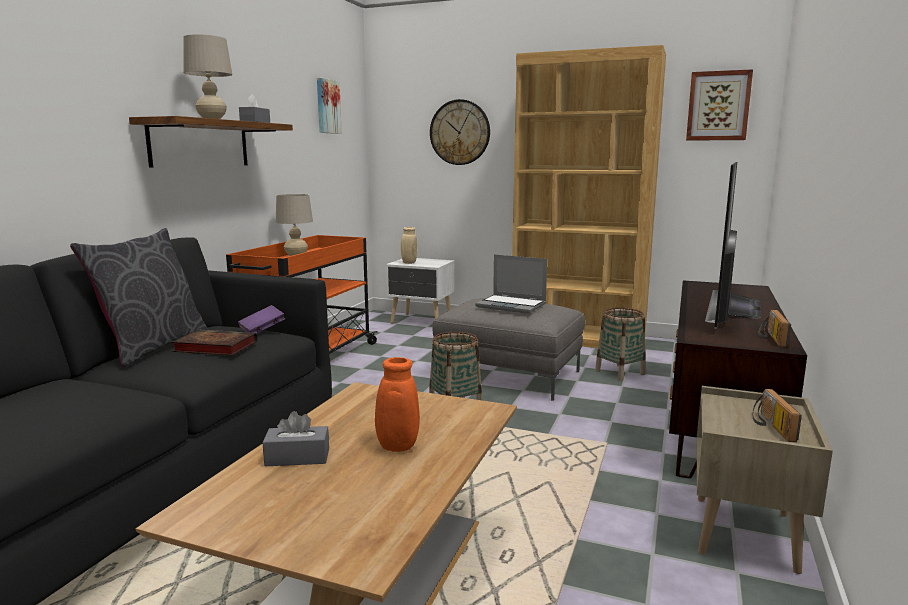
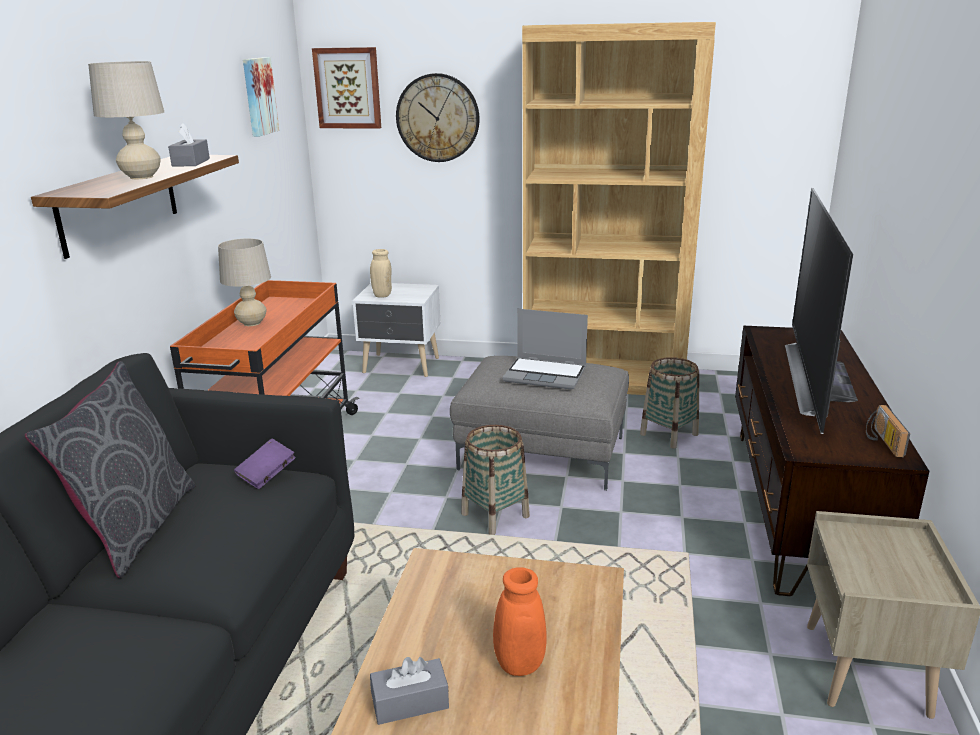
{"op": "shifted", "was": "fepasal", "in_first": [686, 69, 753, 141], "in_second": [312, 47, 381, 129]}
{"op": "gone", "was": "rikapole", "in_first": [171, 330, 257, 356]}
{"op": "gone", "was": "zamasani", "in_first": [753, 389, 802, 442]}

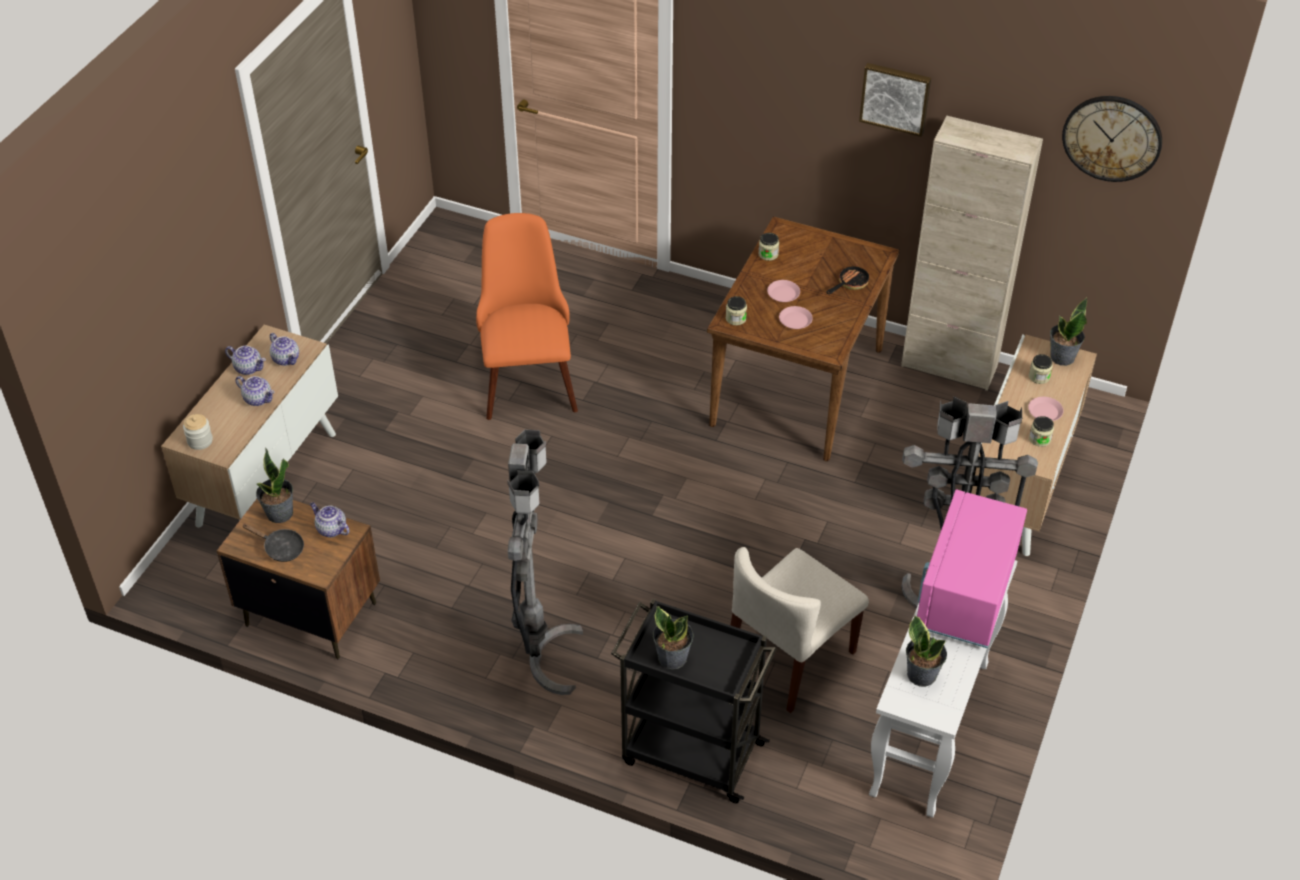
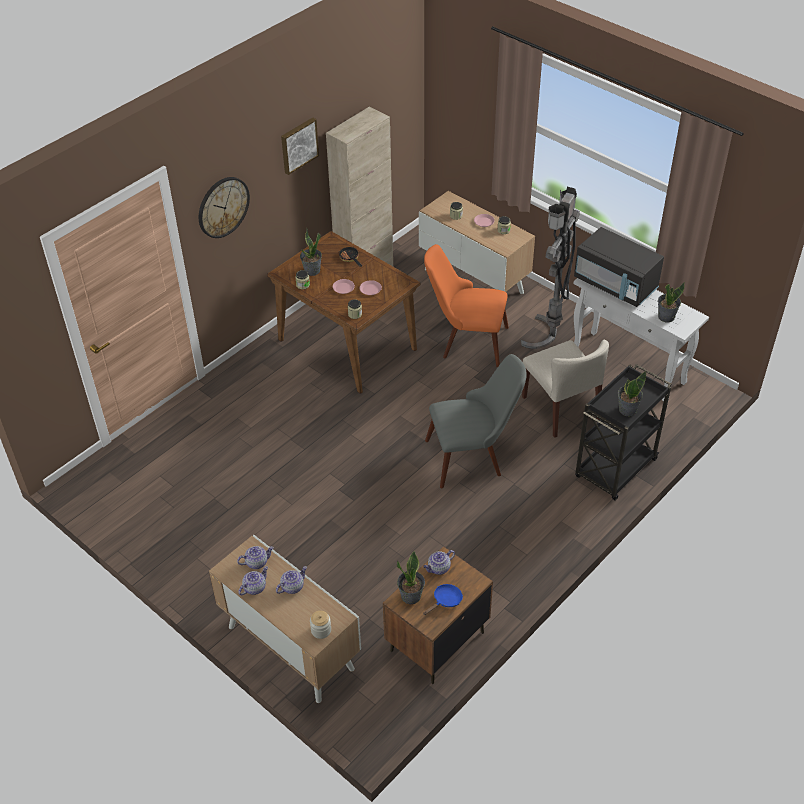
{"op": "shifted", "was": "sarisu", "in_first": [1062, 96, 1162, 182], "in_second": [199, 177, 250, 238]}
{"op": "shifted", "was": "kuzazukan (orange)", "in_first": [476, 213, 578, 420], "in_second": [424, 244, 509, 367]}
{"op": "shifted", "was": "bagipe", "in_first": [1050, 298, 1087, 366], "in_second": [300, 229, 322, 276]}
{"op": "gone", "was": "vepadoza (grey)", "in_first": [507, 430, 583, 695]}
{"op": "repainted", "was": "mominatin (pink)", "now": "mominatin (black)", "in_first": [917, 489, 1027, 648], "in_second": [574, 227, 664, 307]}
{"op": "repainted", "was": "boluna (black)", "now": "boluna (blue)", "in_first": [242, 524, 304, 562], "in_second": [423, 584, 463, 615]}
{"op": "new", "now": "kuzazukan (grey)", "in_second": [425, 354, 527, 488]}

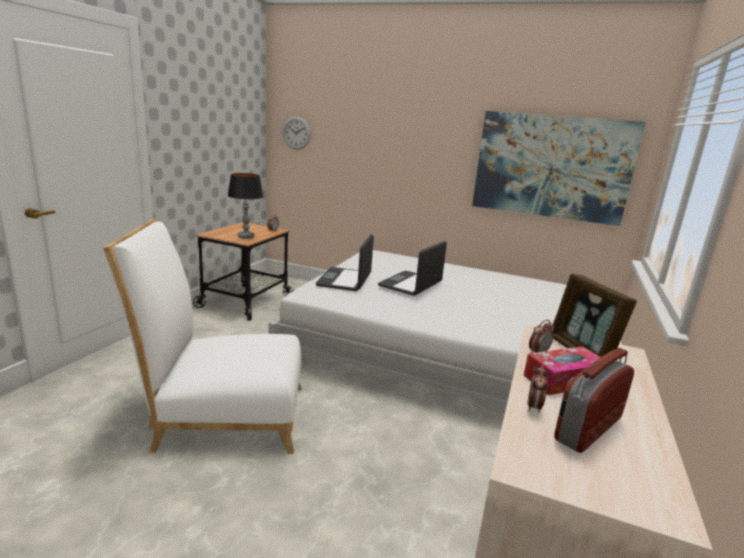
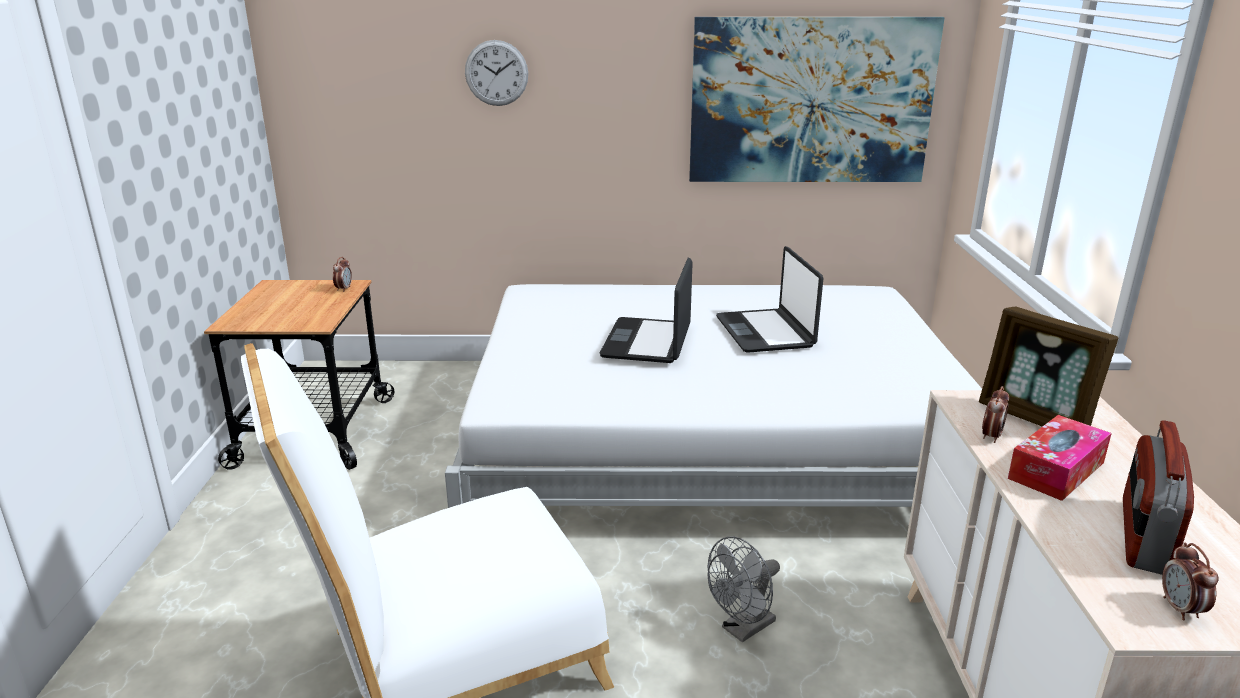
{"op": "shifted", "was": "sarisu", "in_first": [283, 116, 311, 150], "in_second": [465, 40, 528, 106]}
{"op": "gone", "was": "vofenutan", "in_first": [228, 173, 263, 239]}
{"op": "shifted", "was": "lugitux", "in_first": [316, 234, 374, 291], "in_second": [716, 246, 823, 353]}
{"op": "shifted", "was": "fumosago", "in_first": [527, 365, 548, 413], "in_second": [1162, 543, 1219, 620]}
{"op": "new", "now": "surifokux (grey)", "in_second": [707, 536, 780, 643]}

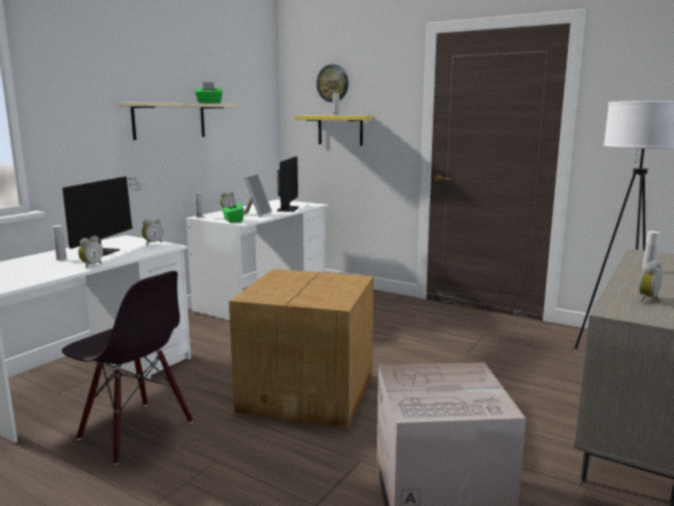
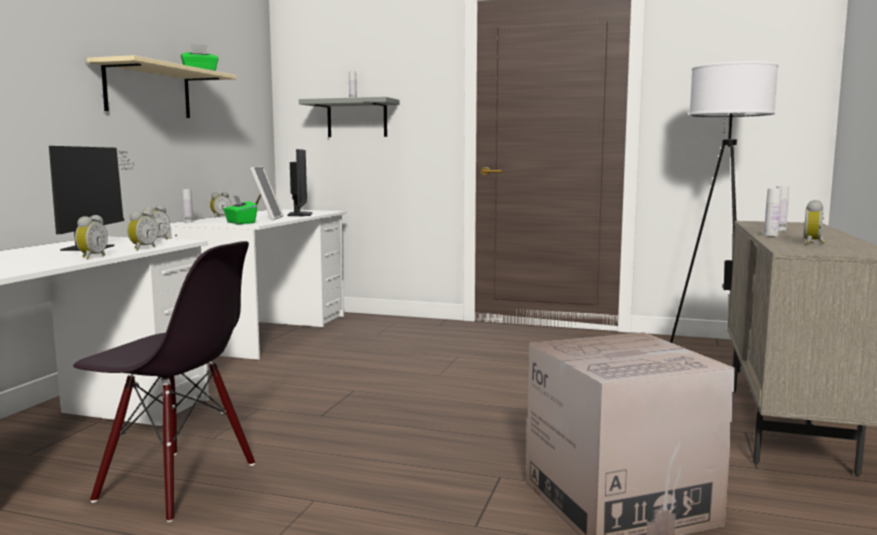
{"op": "gone", "was": "sarisu", "in_first": [316, 64, 349, 102]}
{"op": "repainted", "was": "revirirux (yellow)", "now": "revirirux (grey)", "in_first": [294, 116, 372, 146], "in_second": [299, 97, 399, 137]}
{"op": "shifted", "was": "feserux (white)", "in_first": [53, 225, 67, 261], "in_second": [764, 188, 781, 236]}
{"op": "gone", "was": "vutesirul", "in_first": [229, 269, 374, 428]}
{"op": "new", "now": "fumosago", "in_second": [127, 210, 158, 250]}

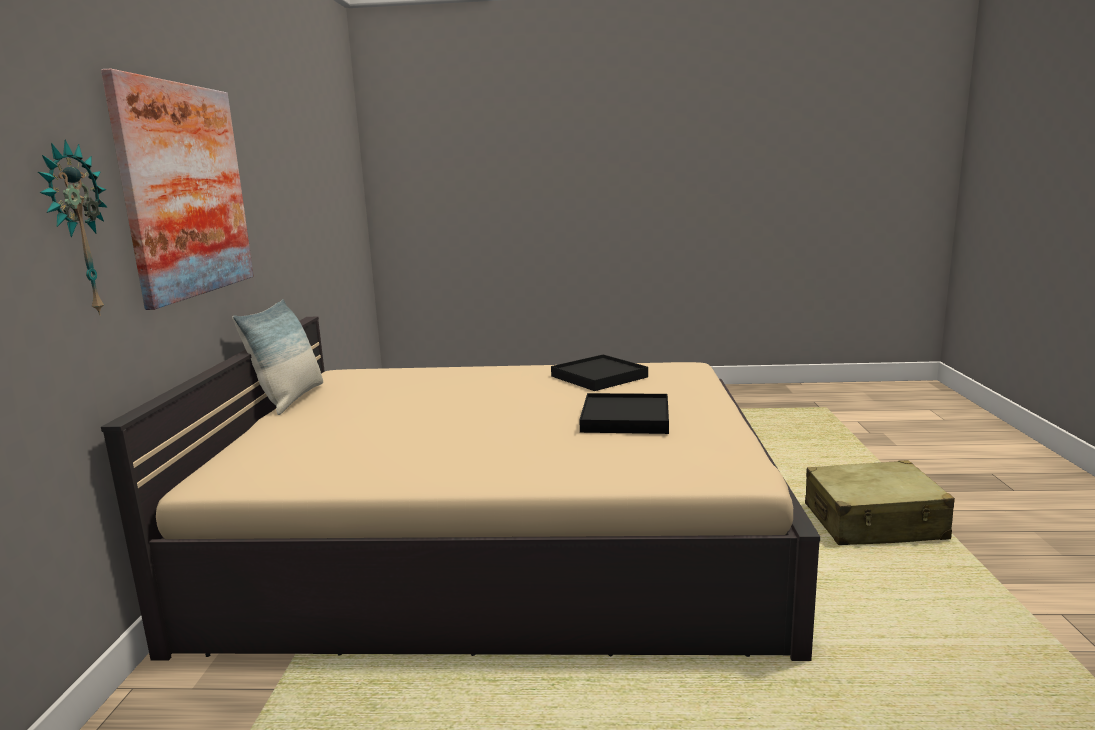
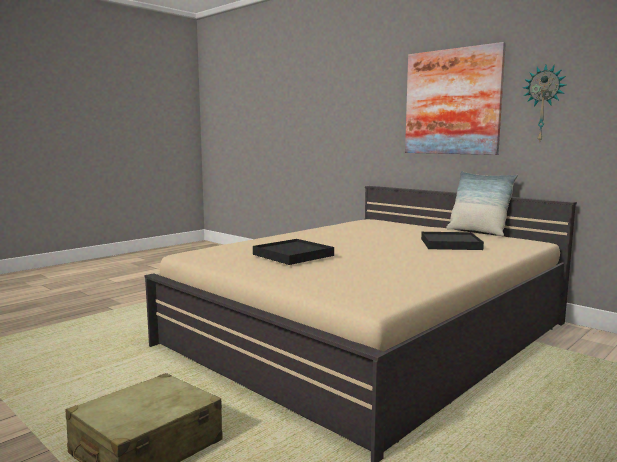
{"op": "shifted", "was": "sarisu", "in_first": [38, 140, 108, 316], "in_second": [523, 65, 566, 143]}
{"op": "shifted", "was": "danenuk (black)", "in_first": [551, 354, 648, 391], "in_second": [421, 232, 484, 250]}

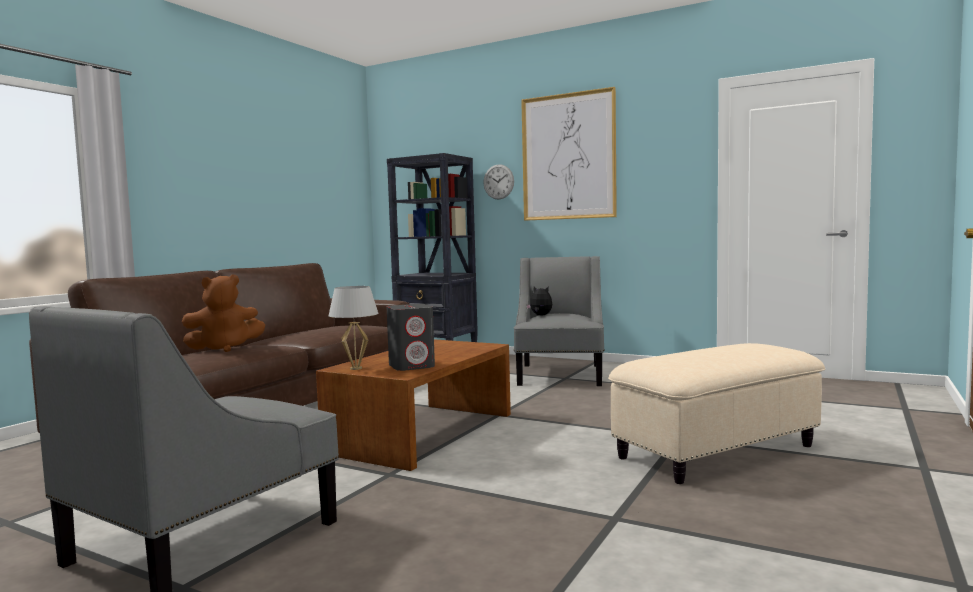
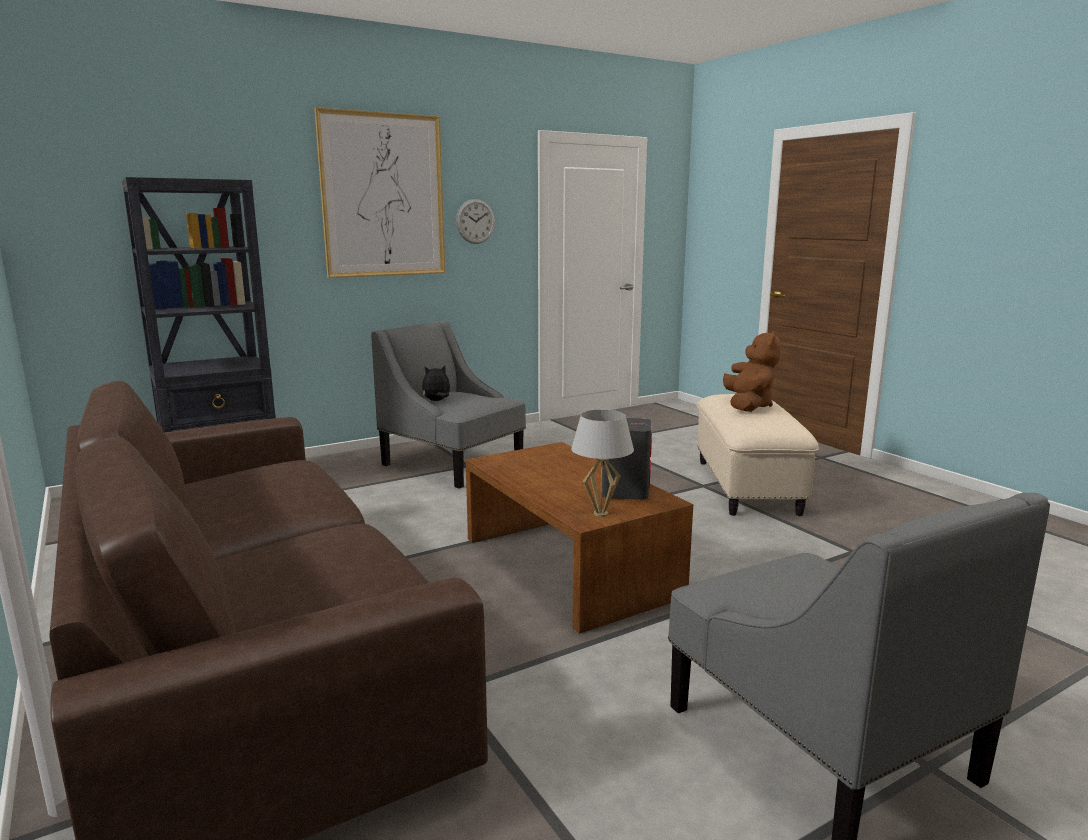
{"op": "shifted", "was": "sarisu", "in_first": [483, 164, 514, 199], "in_second": [456, 199, 495, 244]}
{"op": "shifted", "was": "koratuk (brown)", "in_first": [182, 274, 265, 352], "in_second": [723, 330, 781, 412]}

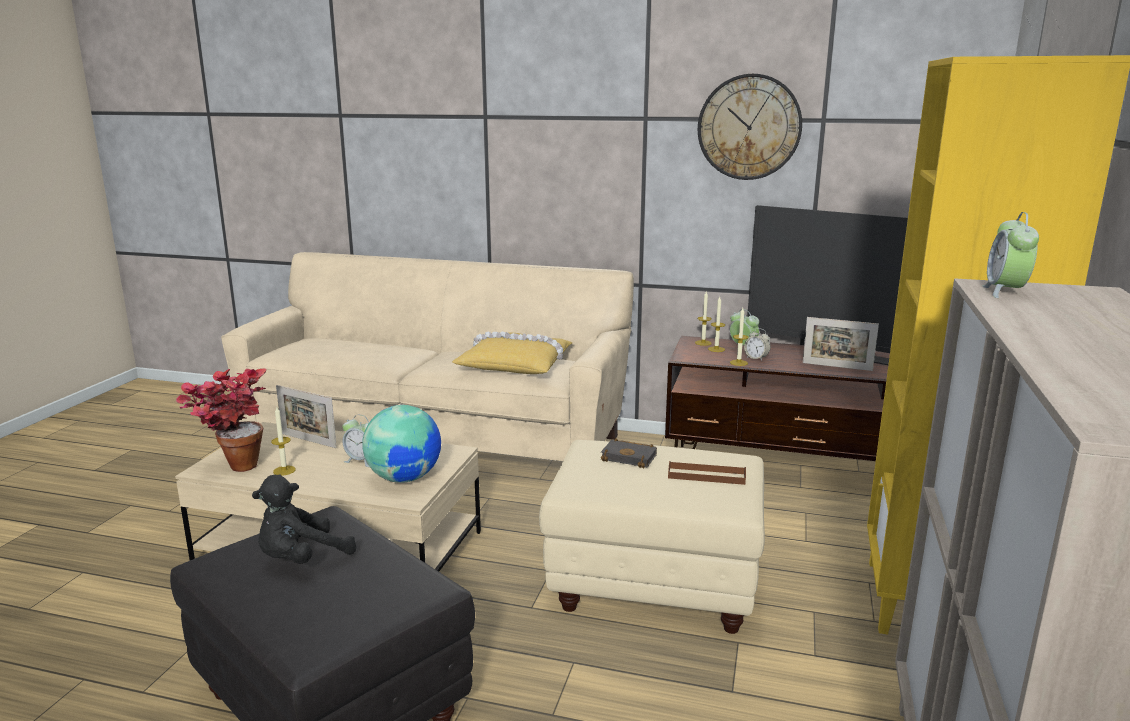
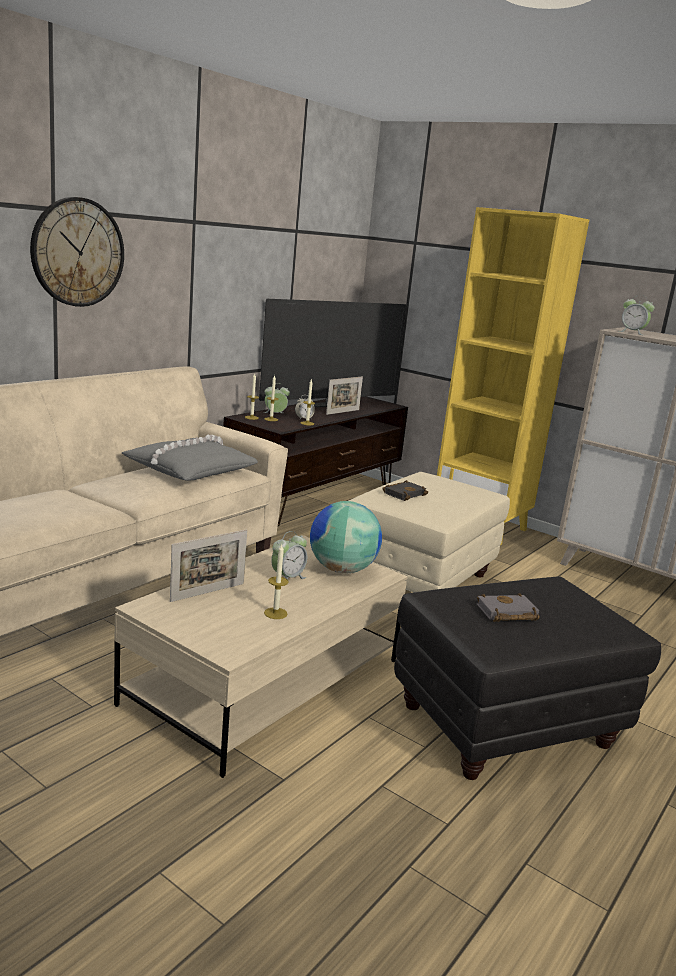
{"op": "shifted", "was": "sarisu", "in_first": [698, 74, 802, 180], "in_second": [30, 197, 124, 307]}
{"op": "repainted", "was": "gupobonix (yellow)", "now": "gupobonix (grey)", "in_first": [452, 331, 573, 374], "in_second": [122, 435, 258, 481]}
{"op": "gone", "was": "bagipe", "in_first": [176, 368, 267, 472]}
{"op": "gone", "was": "danenuk (brown)", "in_first": [668, 461, 746, 485]}
{"op": "swapped", "was": "koratuk (black)", "now": "rikapole (grey)", "in_first": [252, 474, 356, 564], "in_second": [477, 593, 540, 622]}

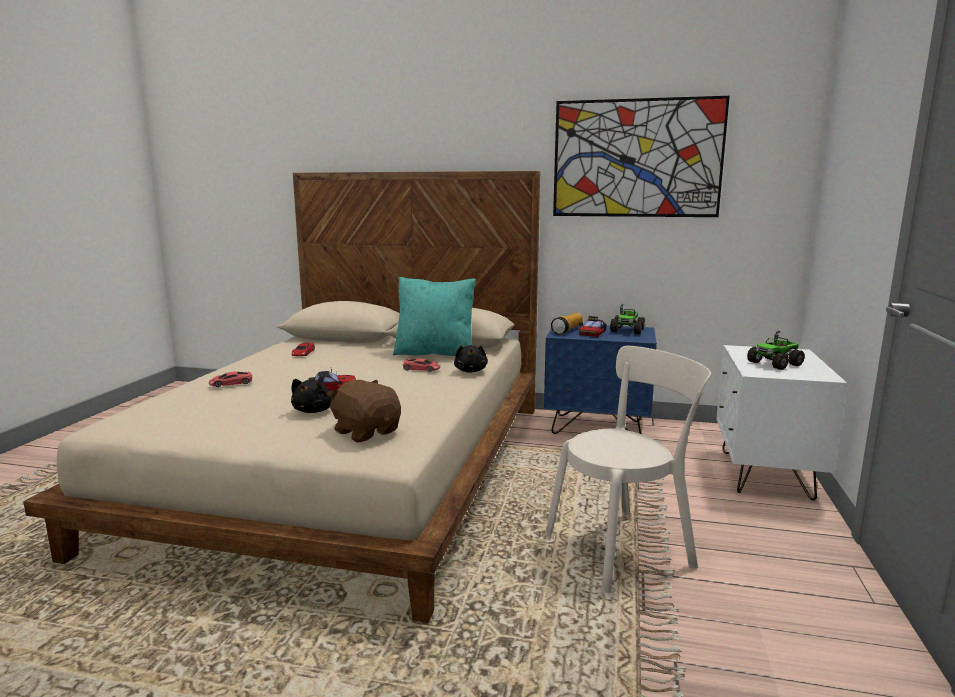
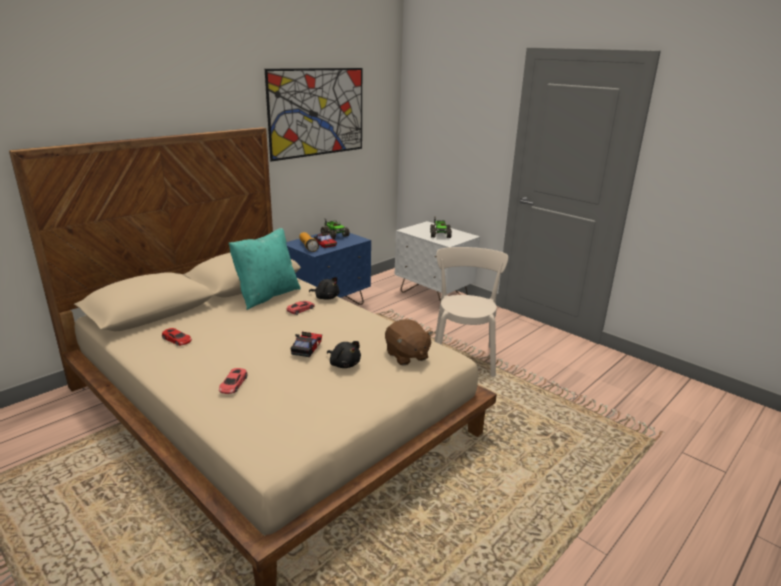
{"op": "rotated", "was": "koratuk (brown)", "in_first": [327, 380, 401, 442], "in_second": [385, 319, 433, 365], "clockwise": -105}

